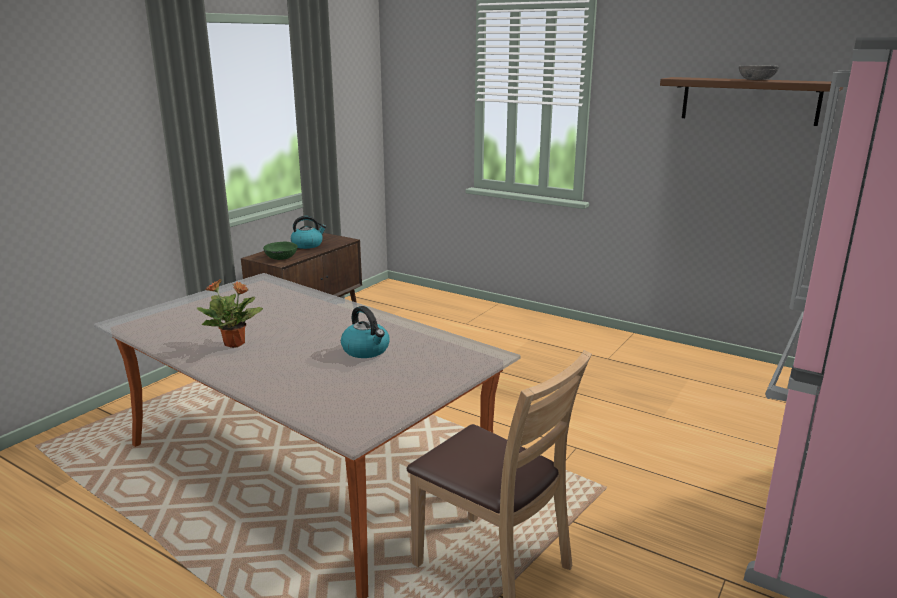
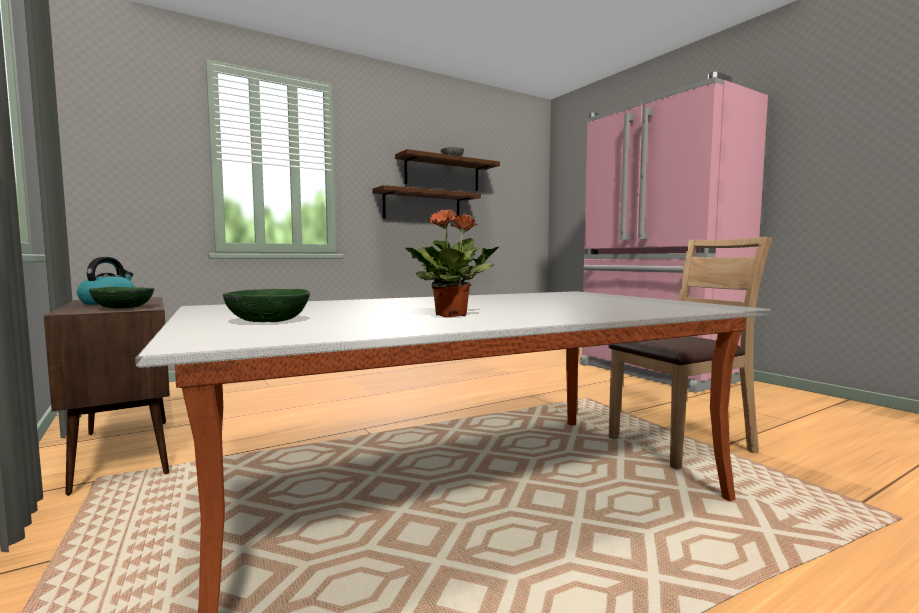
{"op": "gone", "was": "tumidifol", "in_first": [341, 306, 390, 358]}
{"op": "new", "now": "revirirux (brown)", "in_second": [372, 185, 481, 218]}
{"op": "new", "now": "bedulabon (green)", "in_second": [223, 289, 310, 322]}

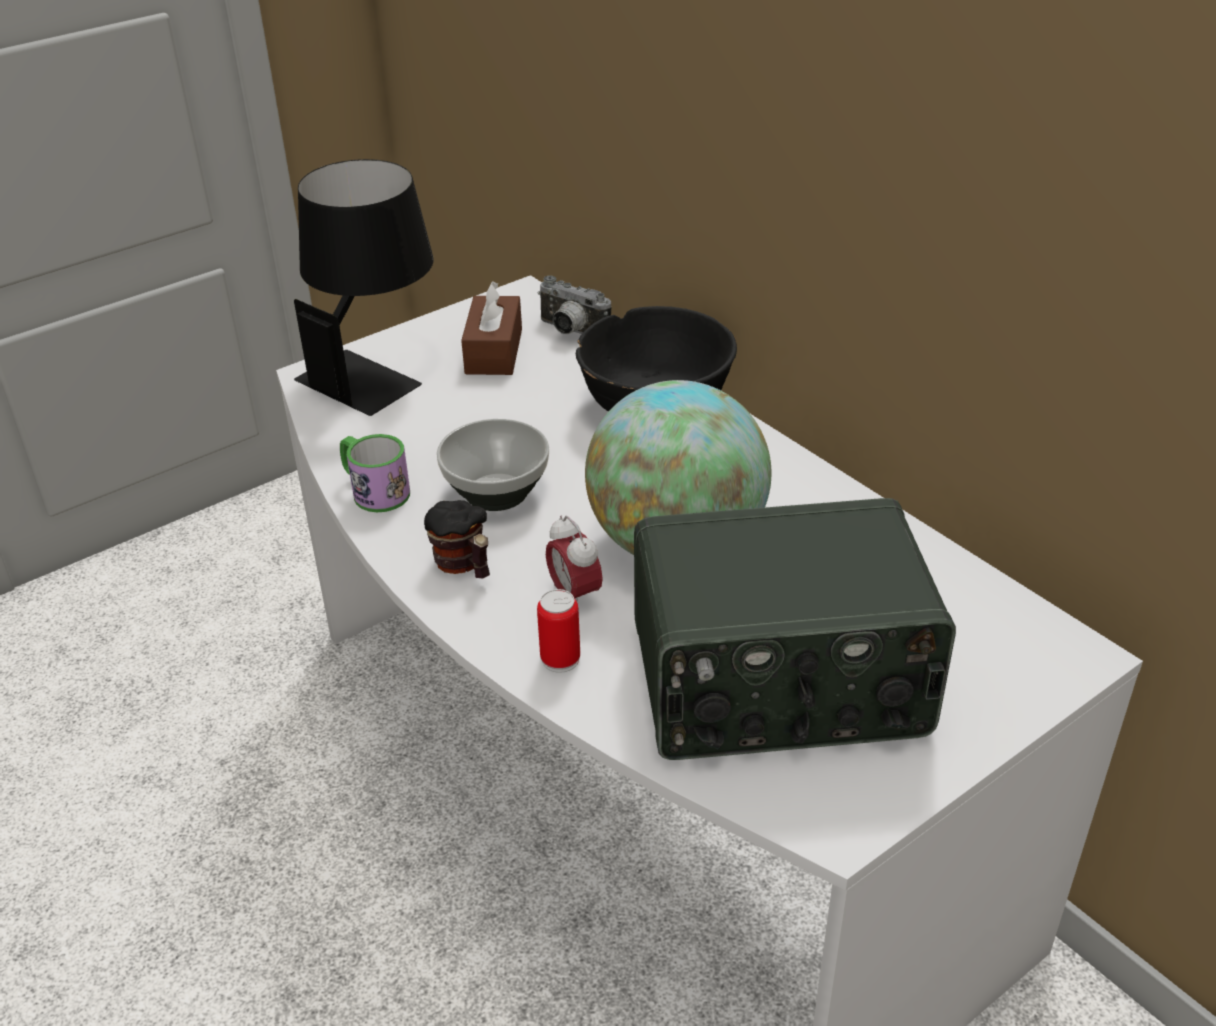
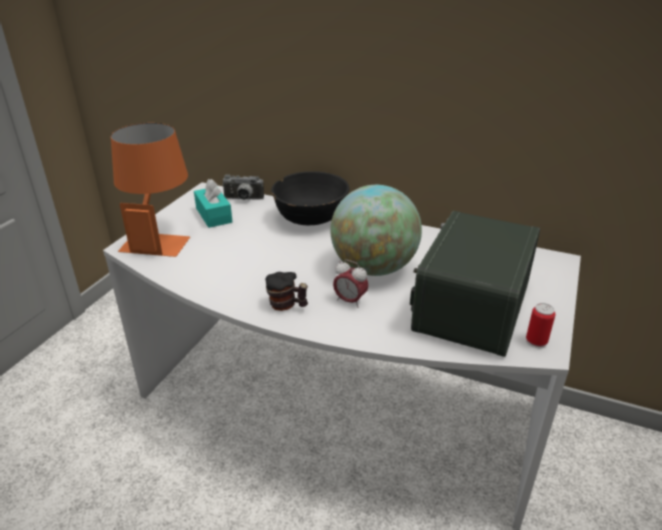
{"op": "repainted", "was": "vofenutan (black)", "now": "vofenutan (orange)", "in_first": [294, 159, 433, 416], "in_second": [111, 123, 190, 257]}
{"op": "repainted", "was": "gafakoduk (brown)", "now": "gafakoduk (turquoise)", "in_first": [461, 281, 522, 375], "in_second": [194, 179, 232, 228]}
{"op": "gone", "was": "bedulabon", "in_first": [436, 419, 549, 511]}
{"op": "gone", "was": "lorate", "in_first": [340, 434, 410, 512]}
{"op": "rotated", "was": "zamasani", "in_first": [634, 498, 956, 760], "in_second": [410, 211, 540, 357], "clockwise": 150}
{"op": "shifted", "was": "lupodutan", "in_first": [537, 589, 580, 673], "in_second": [526, 303, 555, 348]}

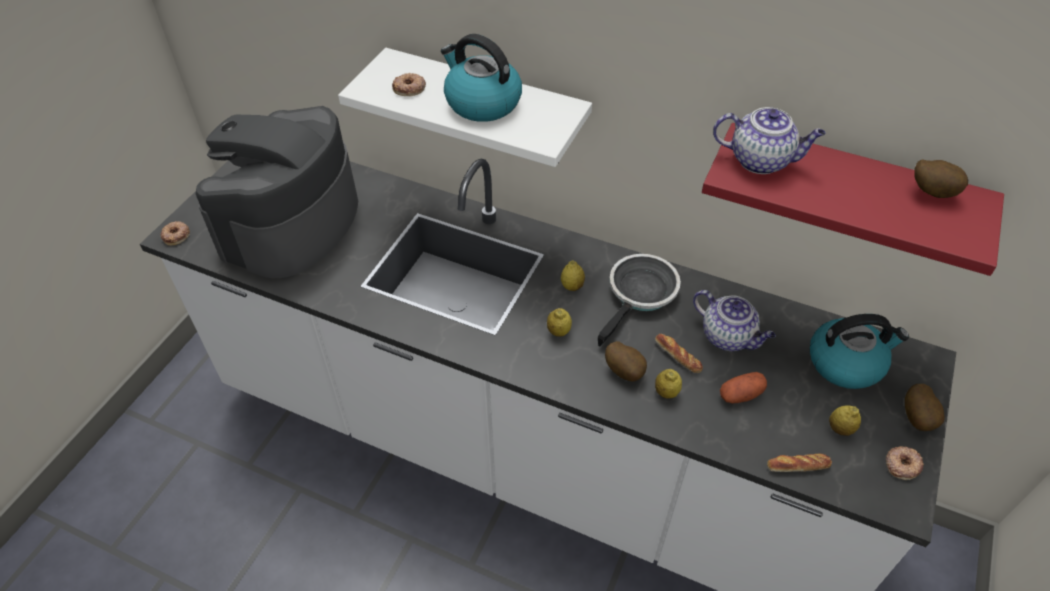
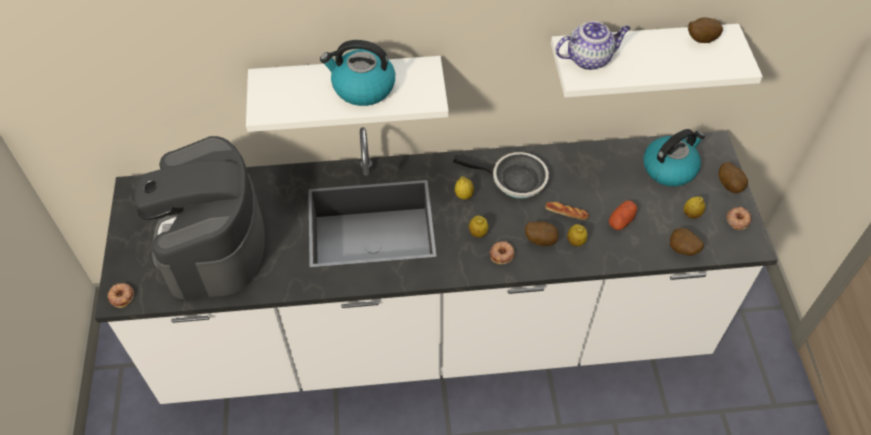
{"op": "shifted", "was": "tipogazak", "in_first": [392, 73, 426, 96], "in_second": [490, 241, 515, 264]}
{"op": "repainted", "was": "revirirux (red)", "now": "revirirux (white)", "in_first": [702, 123, 1004, 276], "in_second": [551, 24, 763, 97]}
{"op": "rotated", "was": "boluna", "in_first": [598, 254, 681, 347], "in_second": [453, 152, 549, 199], "clockwise": 105}
{"op": "gone", "was": "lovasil", "in_first": [693, 290, 776, 351]}
{"op": "swapped", "was": "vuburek", "now": "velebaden", "in_first": [767, 454, 832, 472], "in_second": [670, 228, 704, 256]}

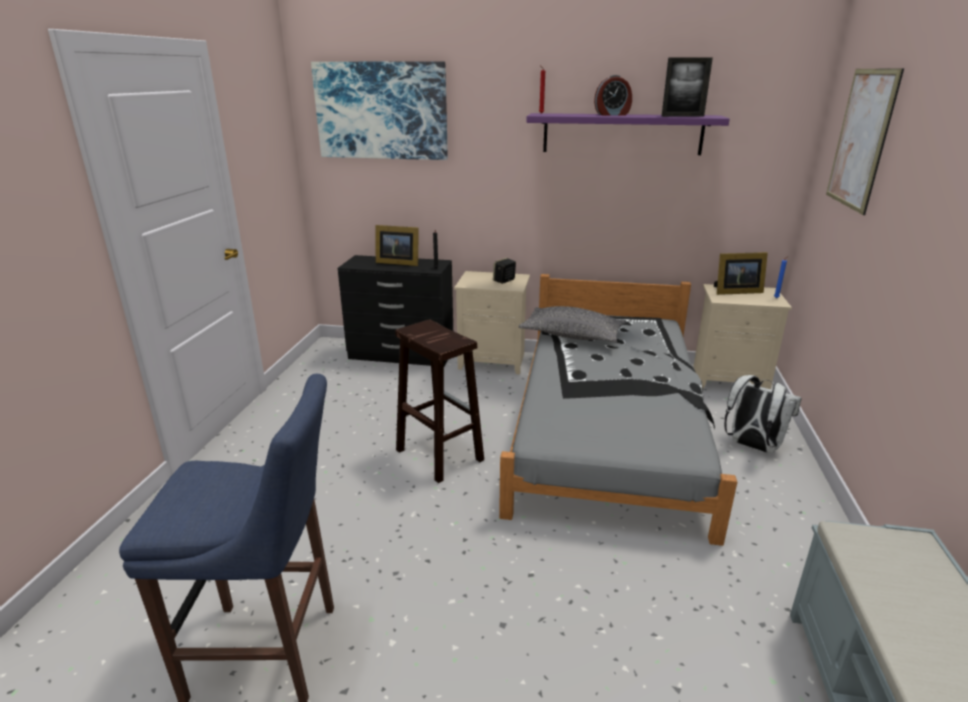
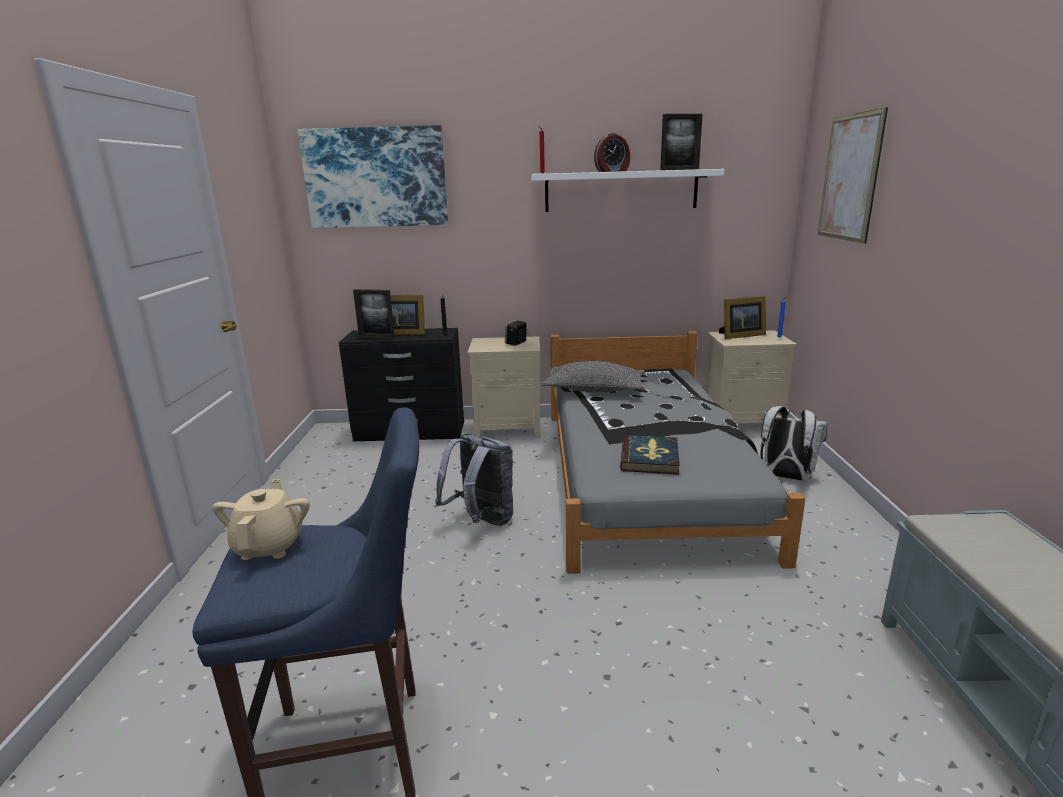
{"op": "repainted", "was": "revirirux (purple)", "now": "revirirux (white)", "in_first": [526, 113, 730, 155], "in_second": [531, 169, 724, 212]}
{"op": "swapped", "was": "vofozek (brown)", "now": "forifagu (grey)", "in_first": [395, 319, 484, 483], "in_second": [435, 433, 513, 526]}
{"op": "new", "now": "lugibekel", "in_second": [353, 289, 395, 339]}
{"op": "new", "now": "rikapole", "in_second": [620, 435, 680, 475]}
{"op": "new", "now": "lovasil (beige)", "in_second": [212, 479, 310, 560]}

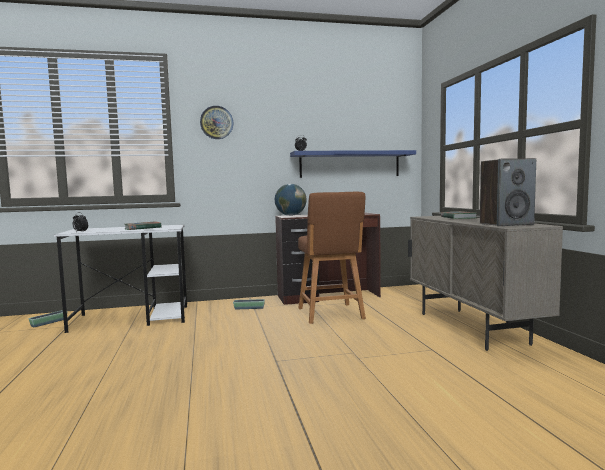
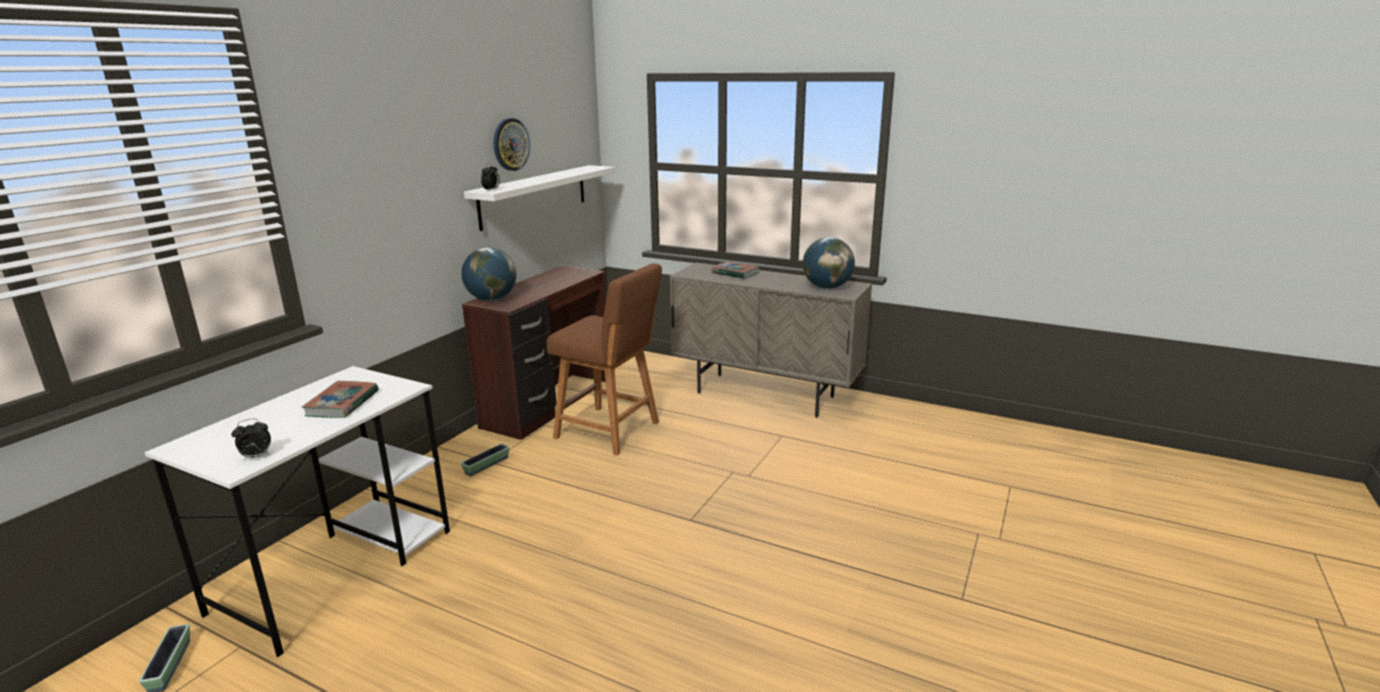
{"op": "shifted", "was": "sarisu", "in_first": [200, 106, 233, 139], "in_second": [493, 118, 530, 171]}
{"op": "repainted", "was": "revirirux (blue)", "now": "revirirux (white)", "in_first": [290, 150, 416, 178], "in_second": [464, 165, 615, 231]}
{"op": "swapped", "was": "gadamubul", "now": "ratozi", "in_first": [480, 158, 536, 226], "in_second": [803, 237, 855, 289]}

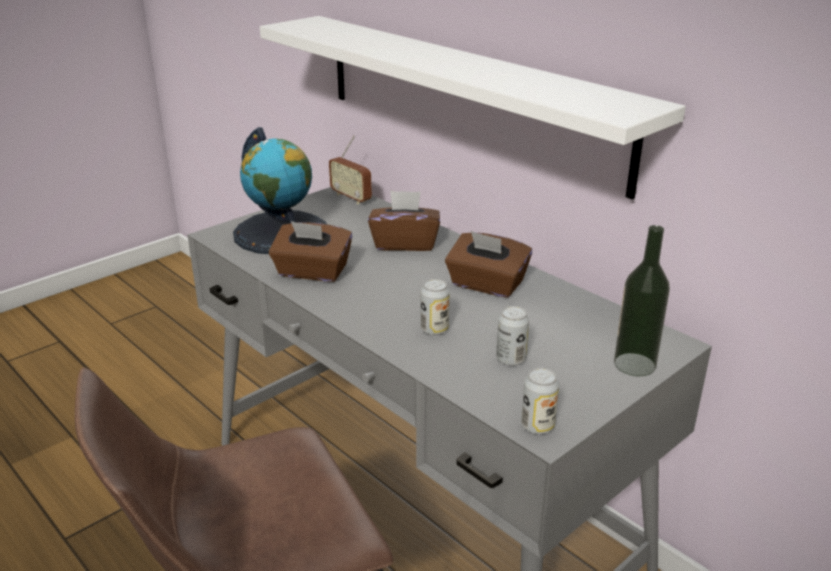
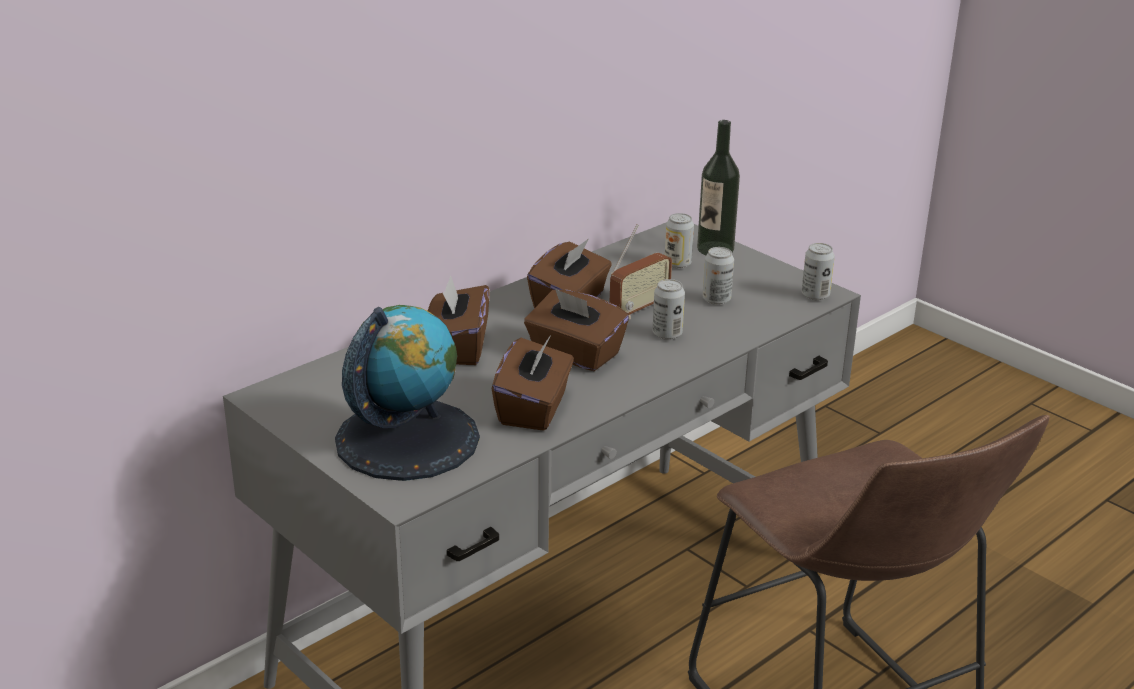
{"op": "gone", "was": "revirirux (white)", "in_first": [260, 16, 686, 200]}
{"op": "shifted", "was": "zamasani", "in_first": [329, 135, 372, 204], "in_second": [610, 224, 672, 319]}
{"op": "new", "now": "lupodutan", "in_second": [665, 213, 694, 269]}
{"op": "new", "now": "gafakoduk (brown)", "in_second": [524, 289, 629, 371]}

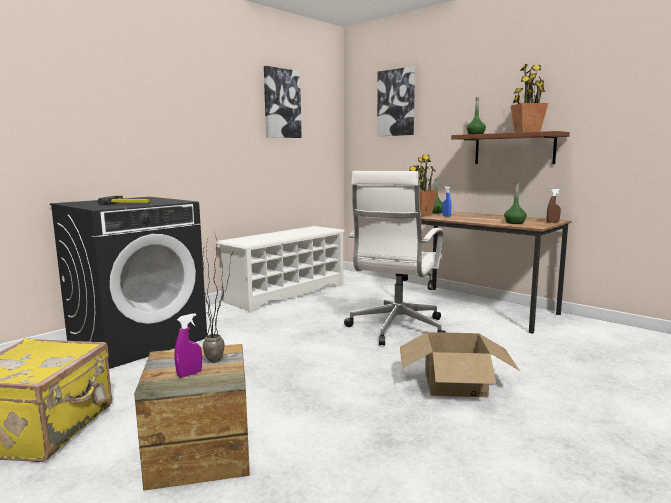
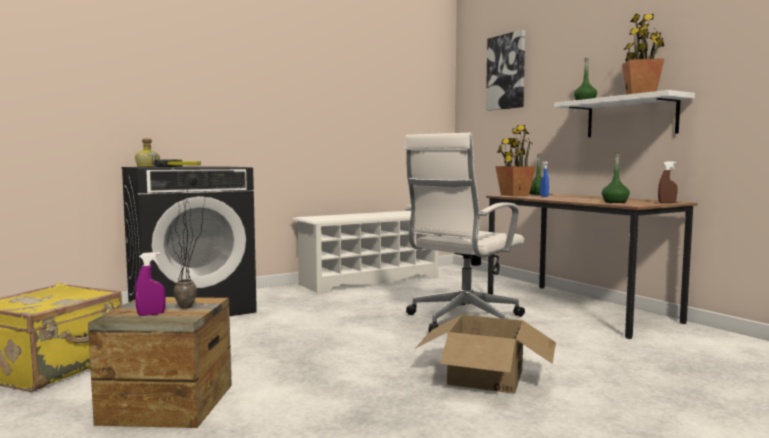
{"op": "gone", "was": "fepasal", "in_first": [264, 66, 302, 138]}
{"op": "repainted", "was": "revirirux (brown)", "now": "revirirux (white)", "in_first": [451, 131, 570, 164], "in_second": [554, 90, 695, 137]}
{"op": "new", "now": "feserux", "in_second": [135, 139, 160, 167]}

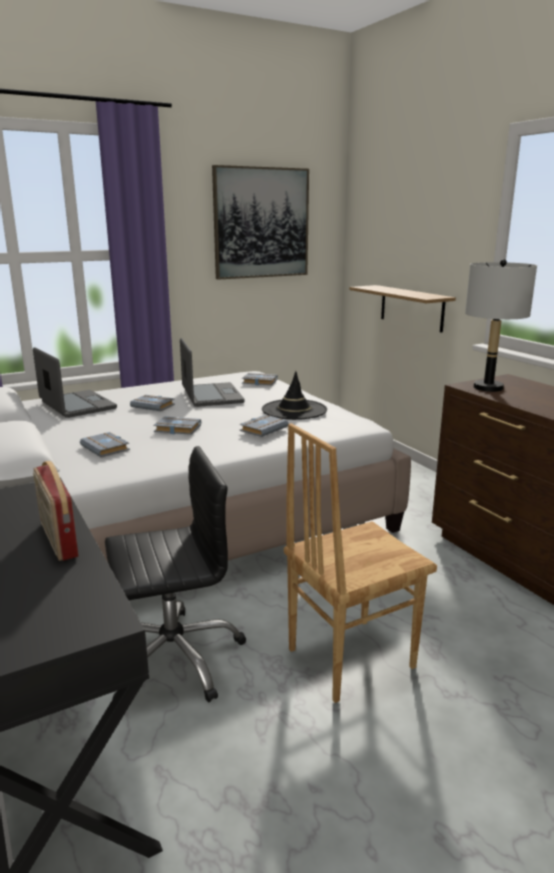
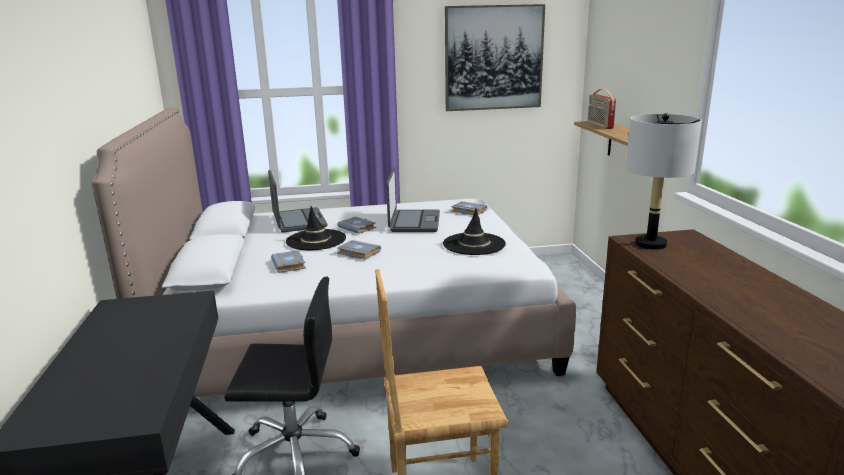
{"op": "gone", "was": "rikapole (grey)", "in_first": [239, 415, 289, 437]}
{"op": "shifted", "was": "zamasani", "in_first": [33, 461, 79, 561], "in_second": [588, 89, 616, 129]}
{"op": "new", "now": "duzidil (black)", "in_second": [286, 206, 346, 250]}

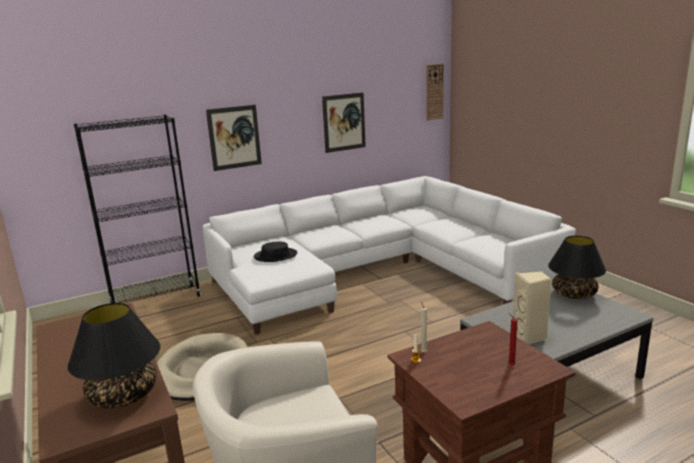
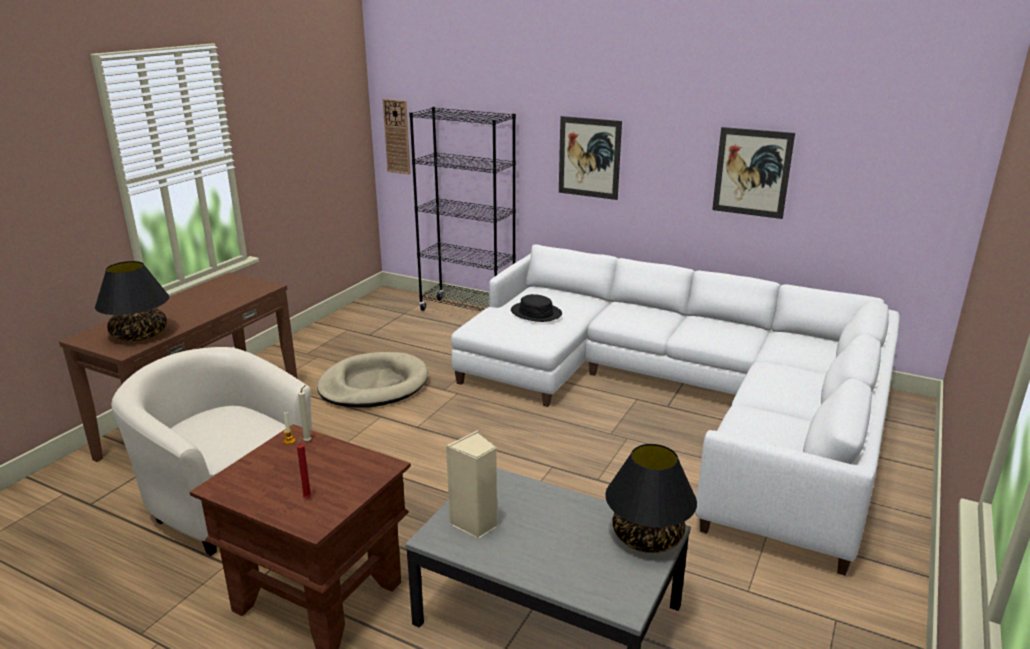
{"op": "shifted", "was": "sarisu", "in_first": [427, 64, 444, 120], "in_second": [383, 99, 410, 174]}

